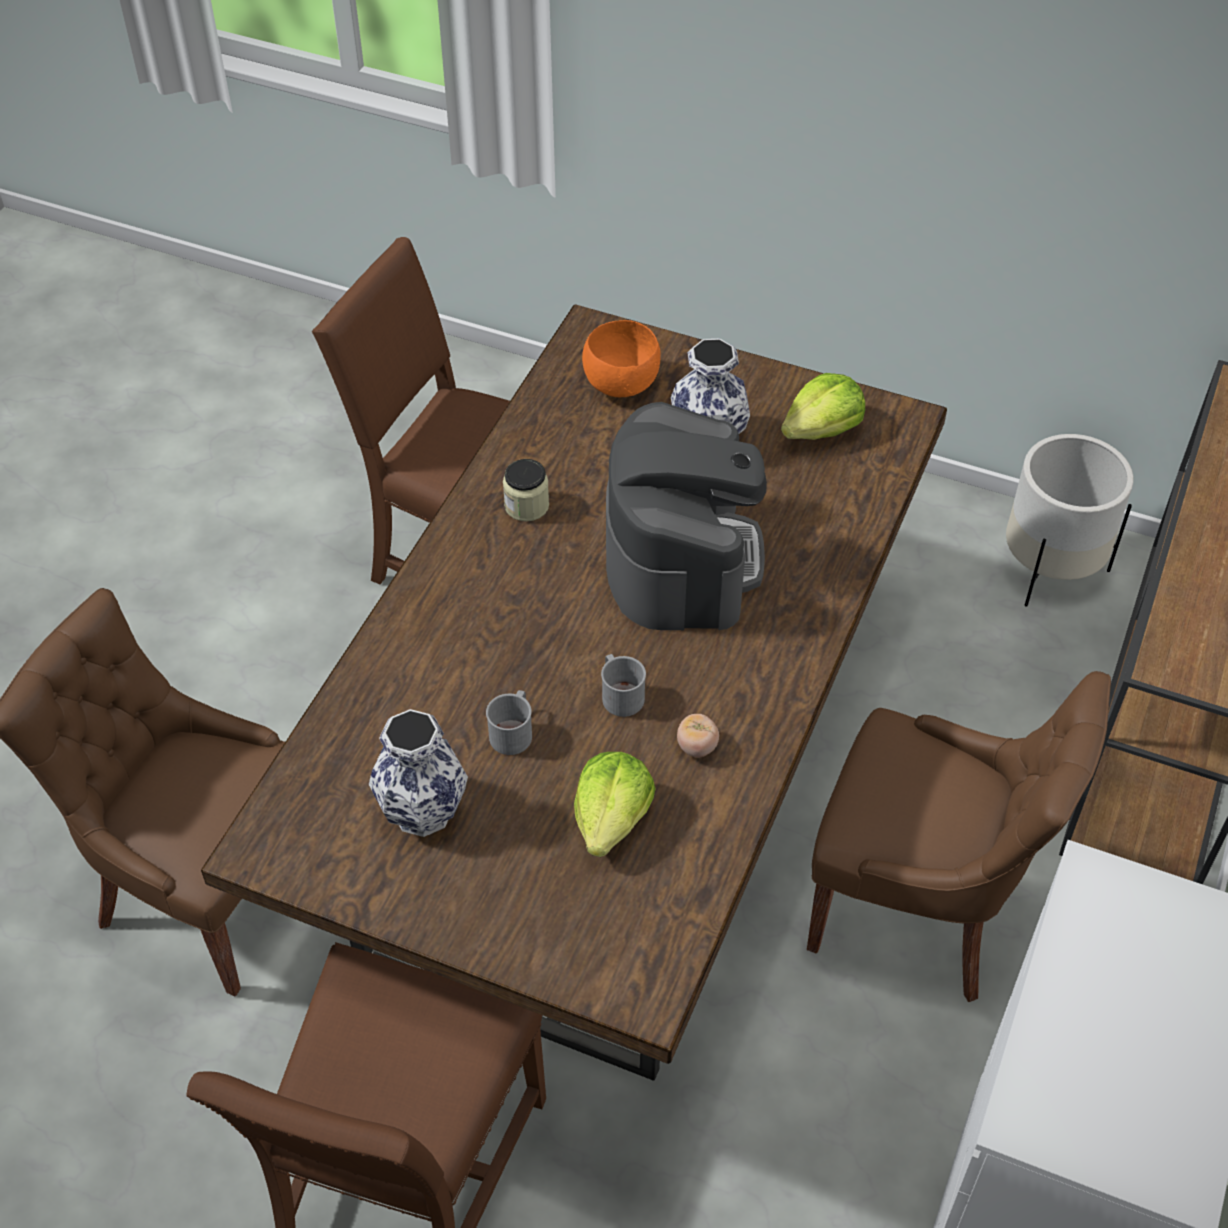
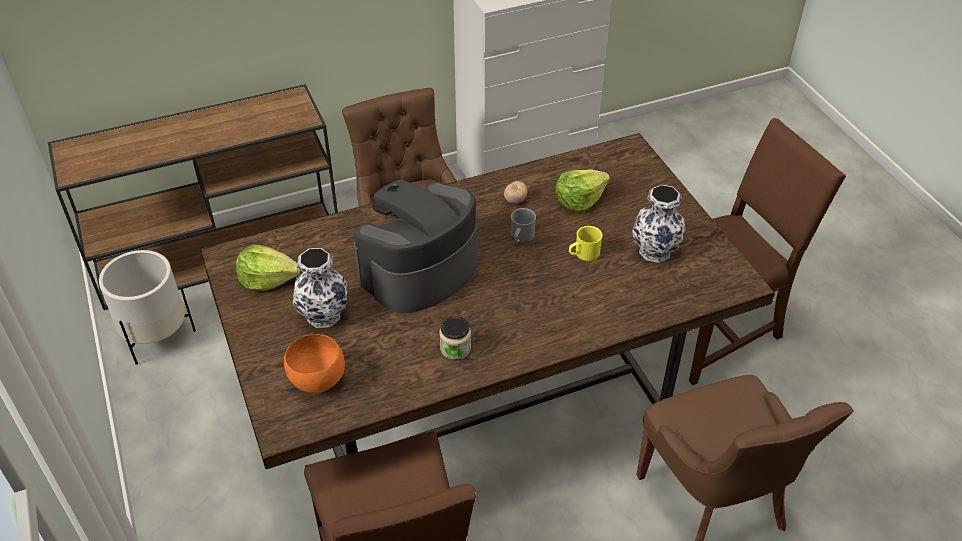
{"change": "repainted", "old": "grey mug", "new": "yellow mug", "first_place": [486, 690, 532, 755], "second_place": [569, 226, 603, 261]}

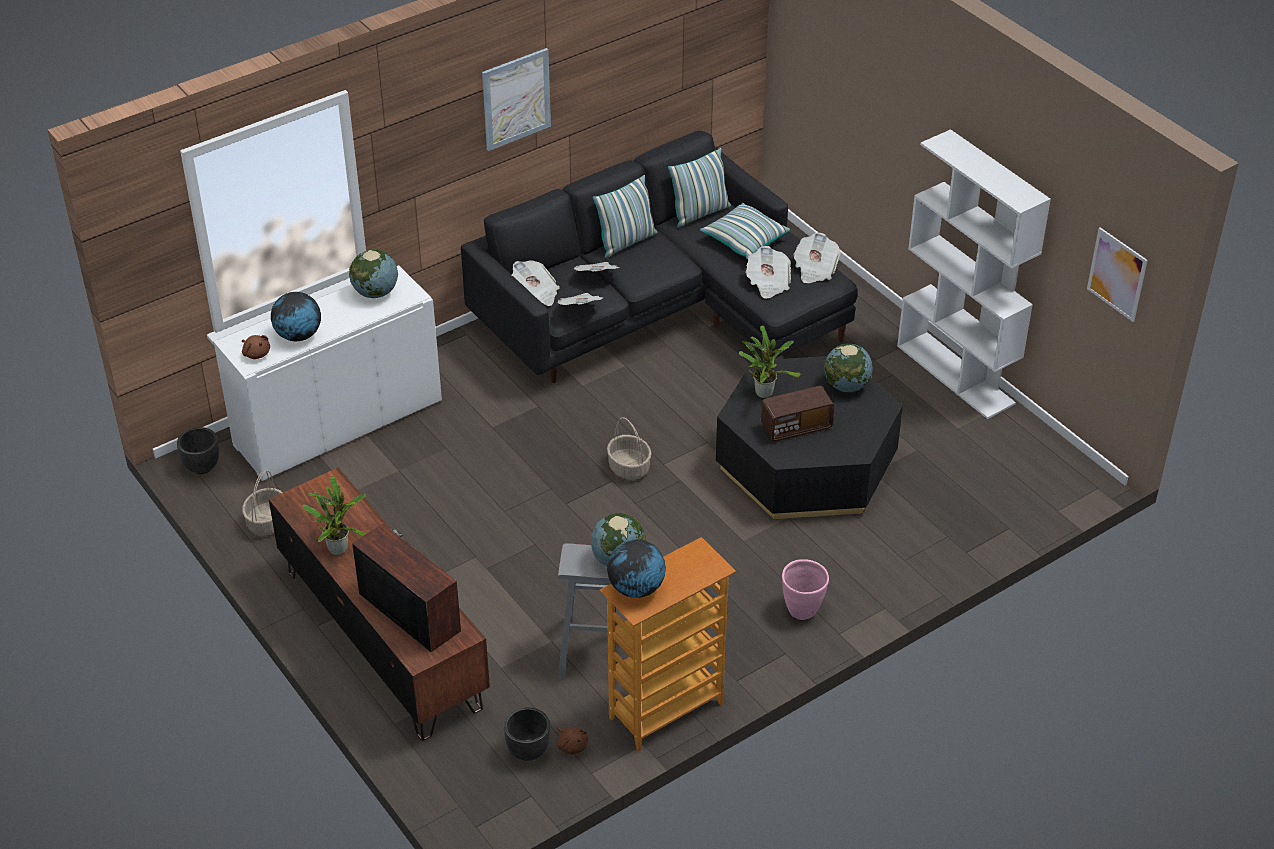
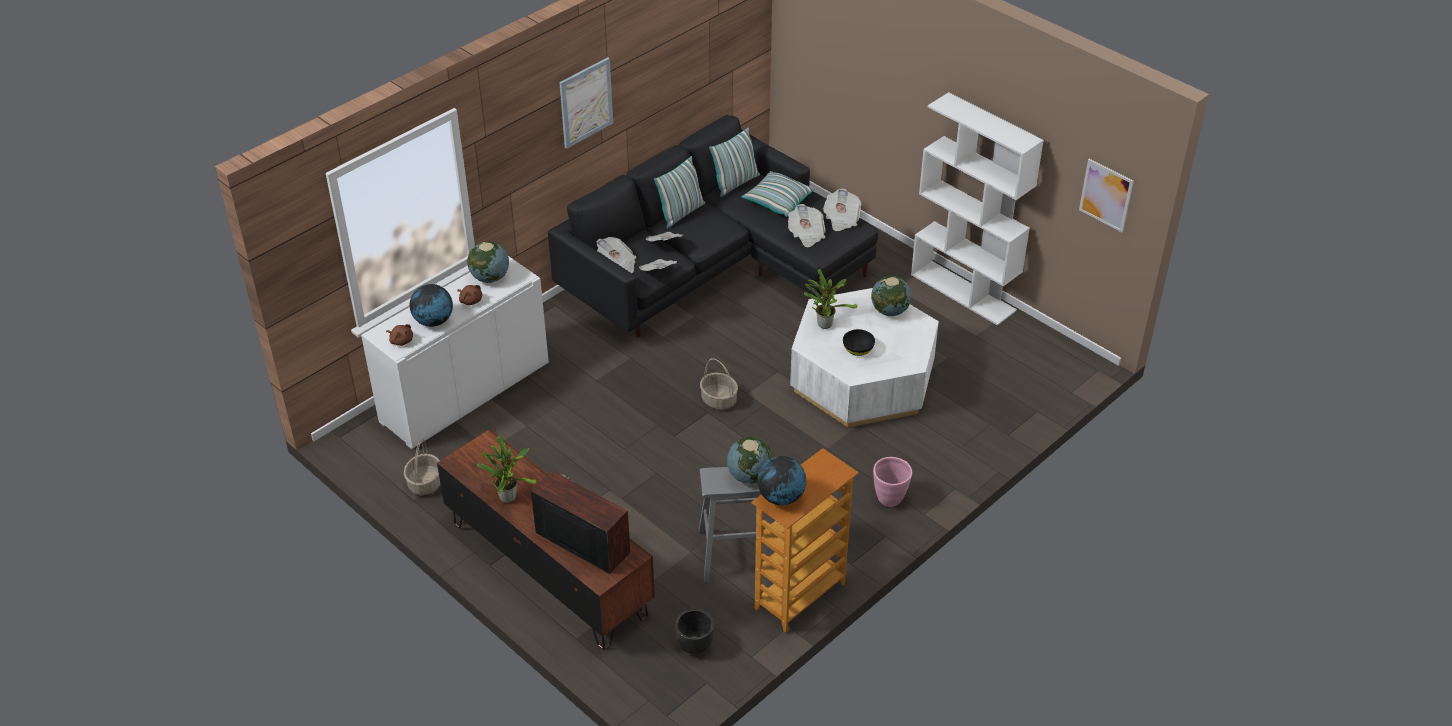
{"change": "repainted", "old": "black coffee table", "new": "white coffee table", "first_place": [716, 356, 903, 519], "second_place": [790, 288, 939, 427]}
{"change": "swapped", "old": "radio", "new": "black bowl", "first_place": [761, 386, 834, 442], "second_place": [843, 329, 875, 356]}
{"change": "gone", "old": "black planter", "first_place": [177, 427, 219, 474]}
{"change": "shifted", "old": "brown plush toy", "first_place": [557, 727, 588, 755], "second_place": [457, 285, 482, 305]}

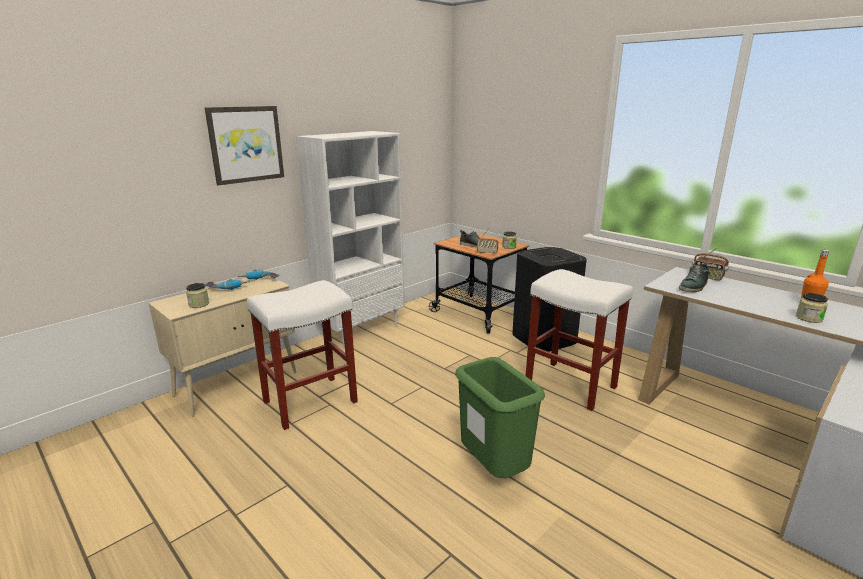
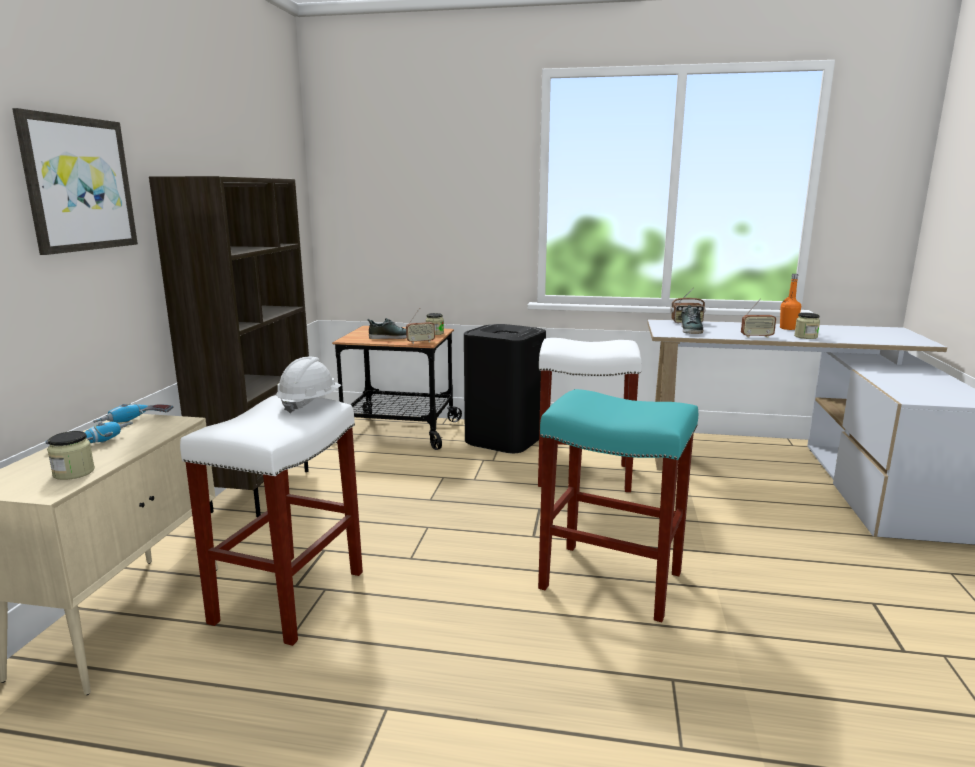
{"change": "repainted", "old": "white bookcase", "new": "brown bookcase", "first_place": [296, 131, 404, 348], "second_place": [149, 176, 309, 517]}
{"change": "swapped", "old": "green trash can", "new": "turquoise stool", "first_place": [455, 357, 545, 478], "second_place": [538, 389, 698, 622]}
{"change": "new", "new": "radio", "second_place": [741, 298, 776, 338]}
{"change": "new", "new": "white hard hat", "second_place": [276, 357, 341, 414]}

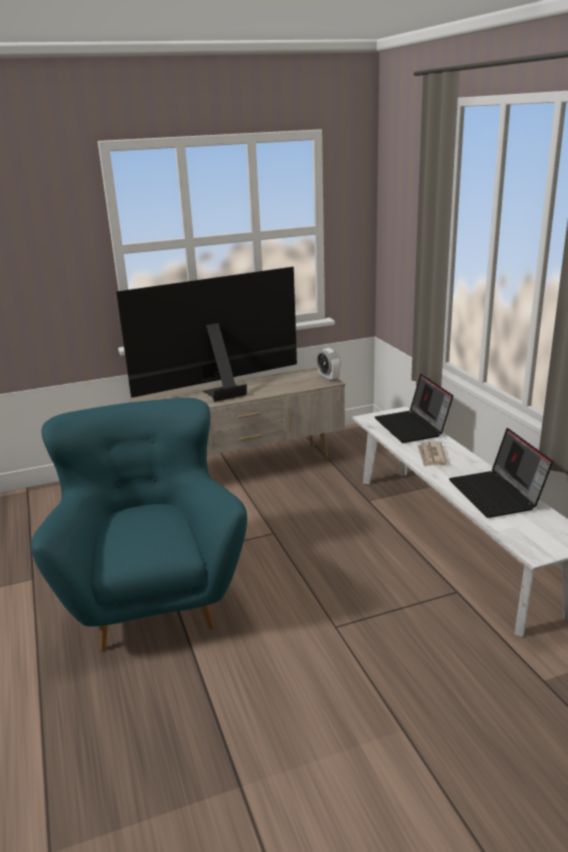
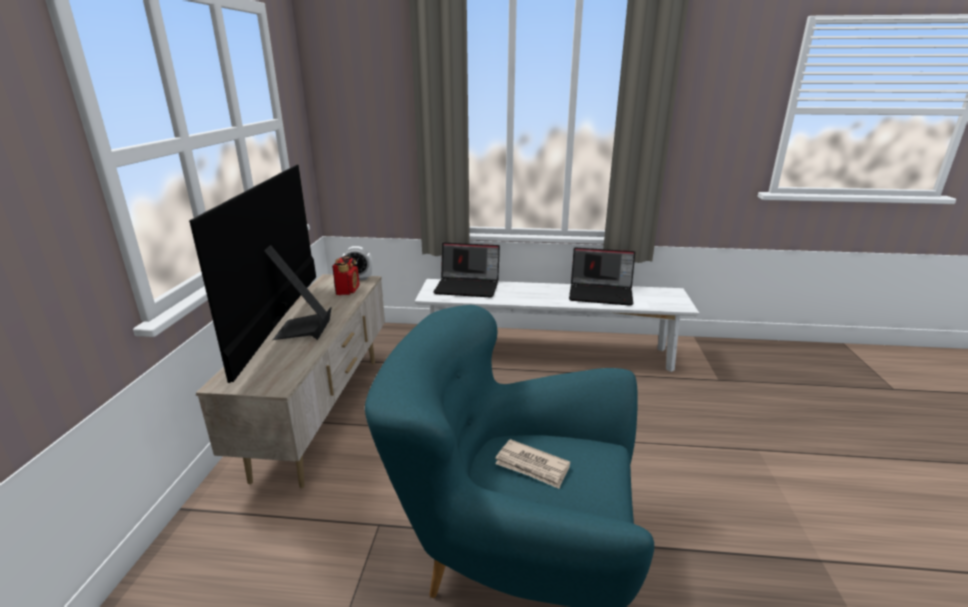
{"change": "shifted", "old": "newspaper", "first_place": [417, 442, 447, 467], "second_place": [495, 439, 570, 489]}
{"change": "new", "new": "radio", "second_place": [332, 256, 359, 295]}

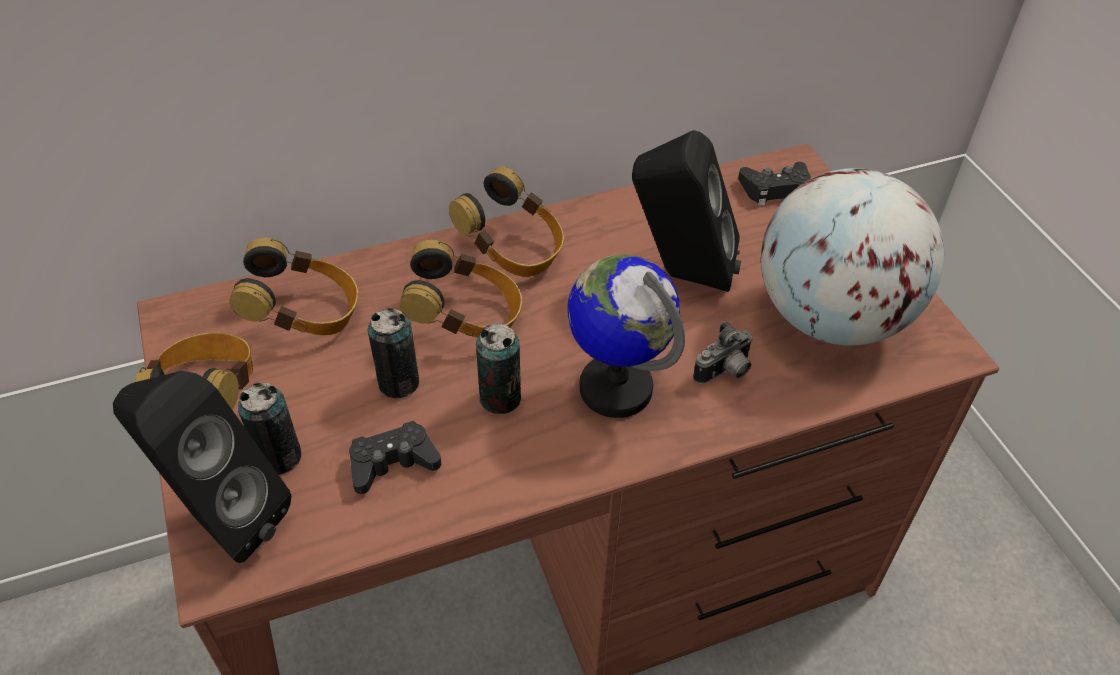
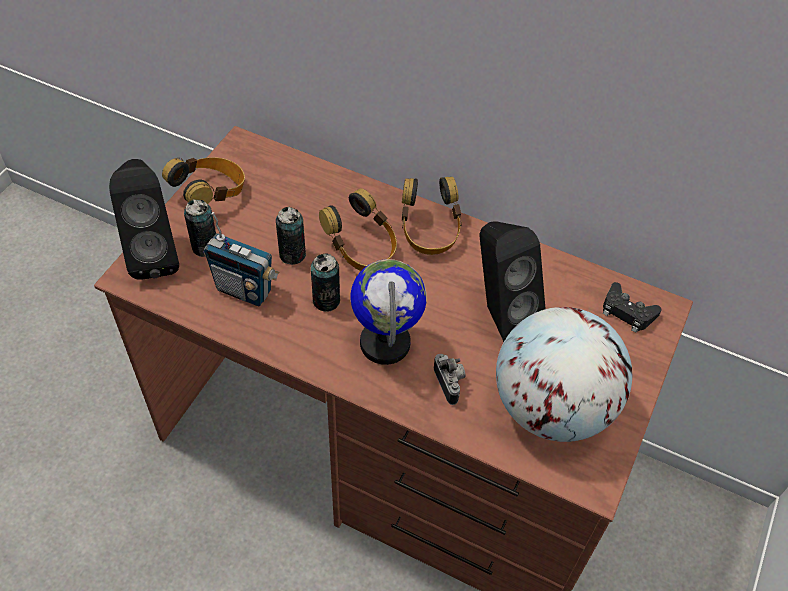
{"change": "gone", "old": "headphones", "first_place": [229, 238, 359, 335]}
{"change": "rotated", "old": "photo camera", "first_place": [693, 321, 753, 384], "second_place": [433, 354, 465, 405], "degrees": -120}
{"change": "swapped", "old": "black game controller", "new": "radio", "first_place": [349, 421, 441, 494], "second_place": [204, 212, 279, 306]}

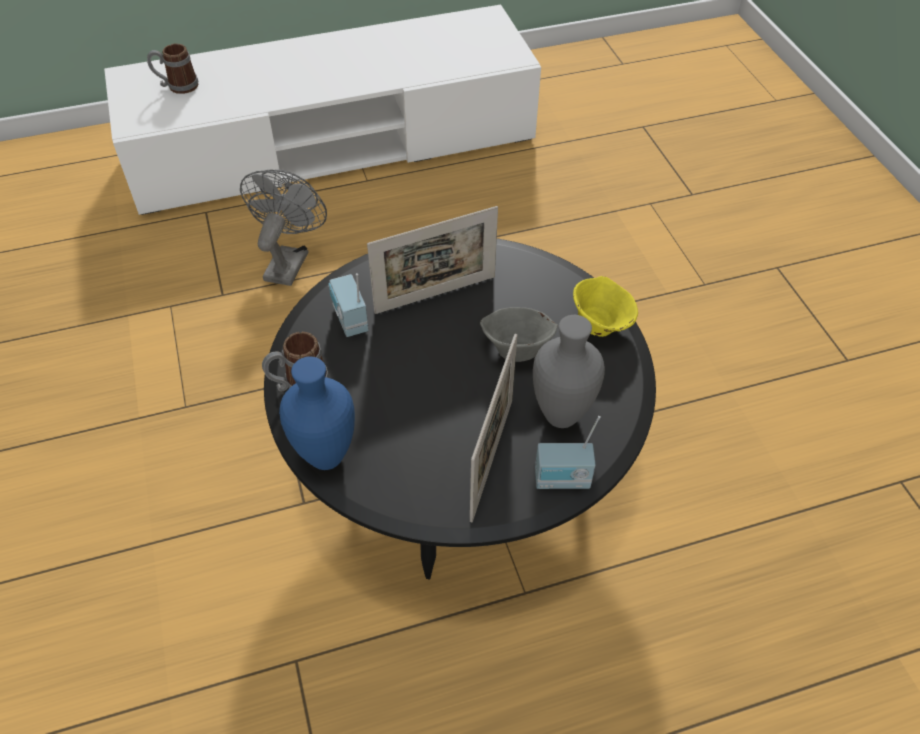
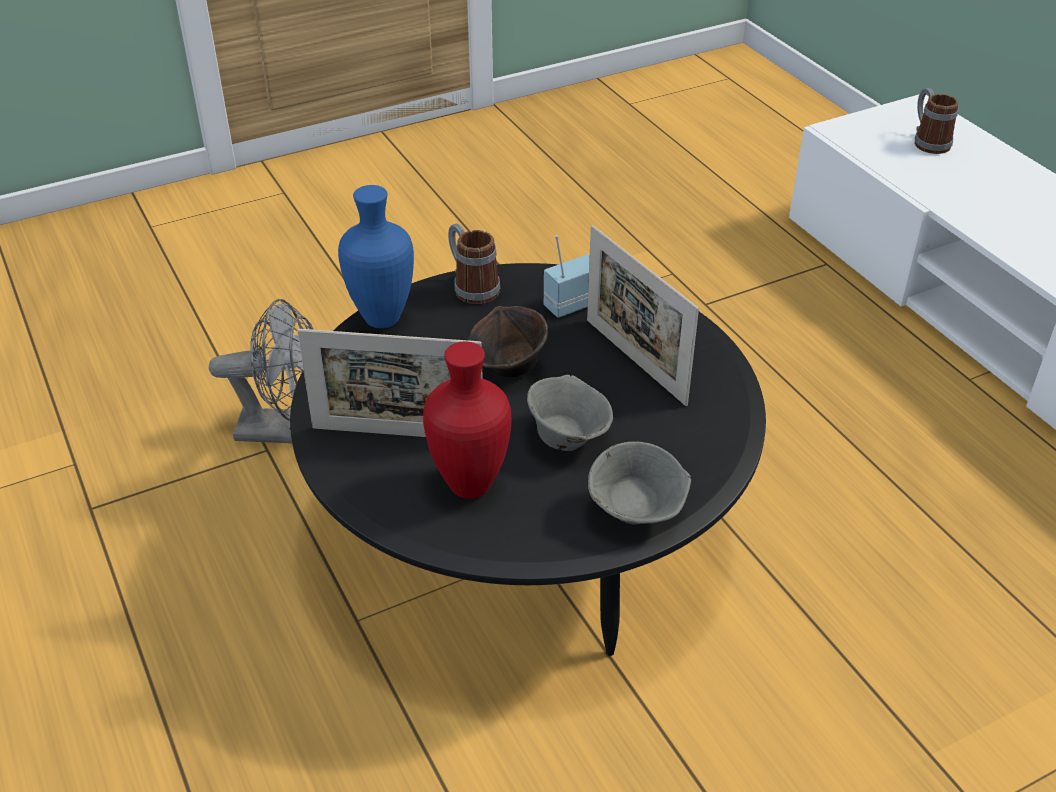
{"change": "shifted", "old": "grey fan", "first_place": [240, 170, 327, 286], "second_place": [209, 299, 314, 444]}
{"change": "repainted", "old": "yellow bowl", "new": "grey bowl", "first_place": [573, 276, 638, 337], "second_place": [588, 442, 691, 524]}
{"change": "repainted", "old": "grey vase", "new": "red vase", "first_place": [533, 315, 605, 428], "second_place": [423, 341, 512, 499]}
{"change": "gone", "old": "radio", "first_place": [535, 416, 601, 489]}
{"change": "new", "new": "brown bowl", "second_place": [467, 306, 548, 378]}

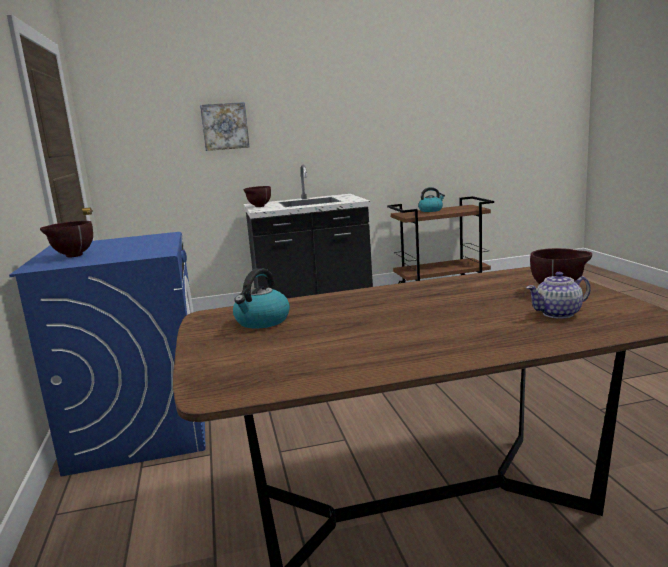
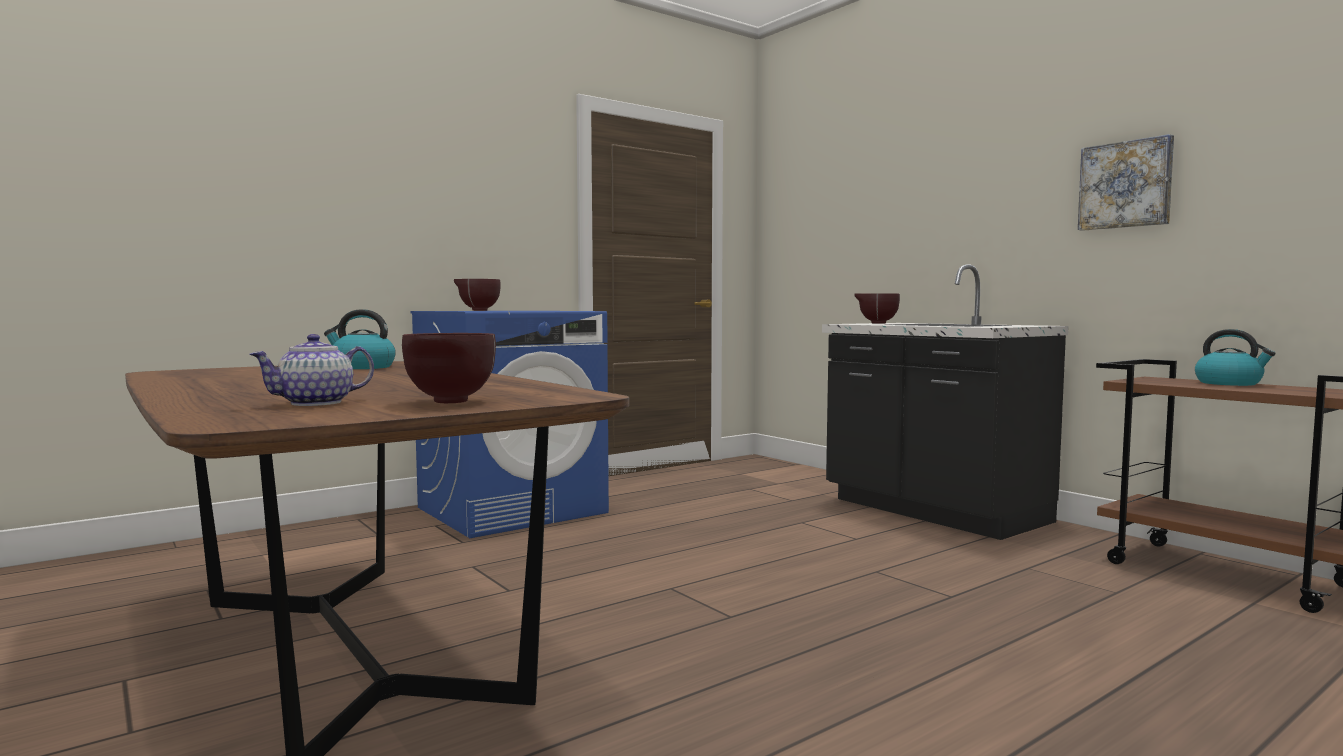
{"change": "shifted", "old": "picture", "first_place": [200, 102, 250, 151], "second_place": [1078, 134, 1174, 231]}
{"change": "rotated", "old": "teapot", "first_place": [526, 272, 591, 319], "second_place": [249, 334, 374, 406], "degrees": -90}

